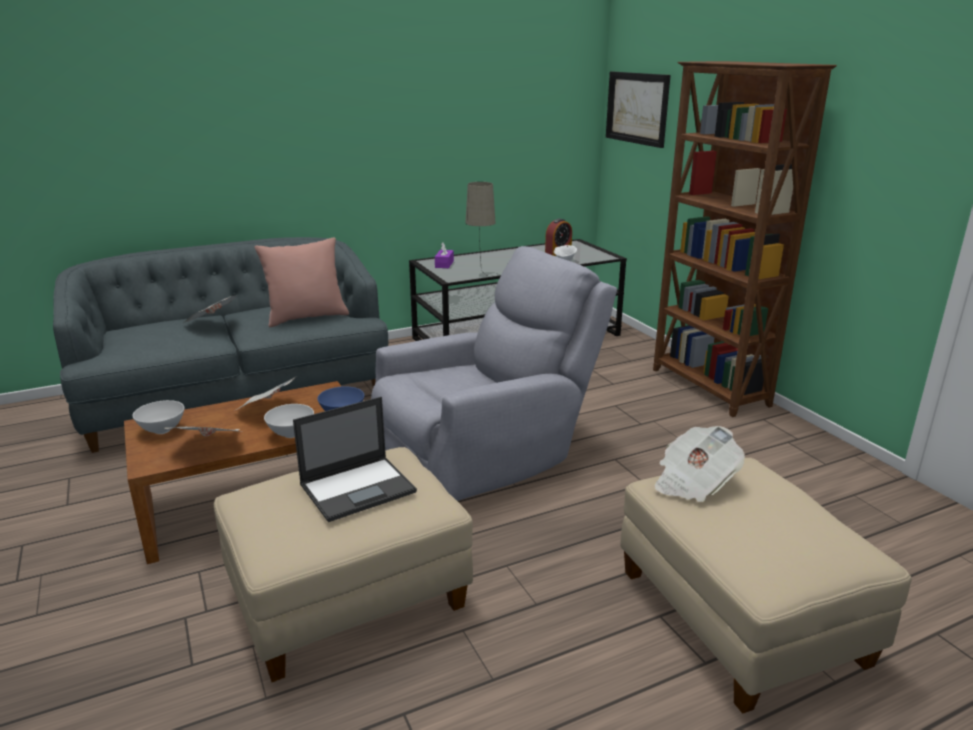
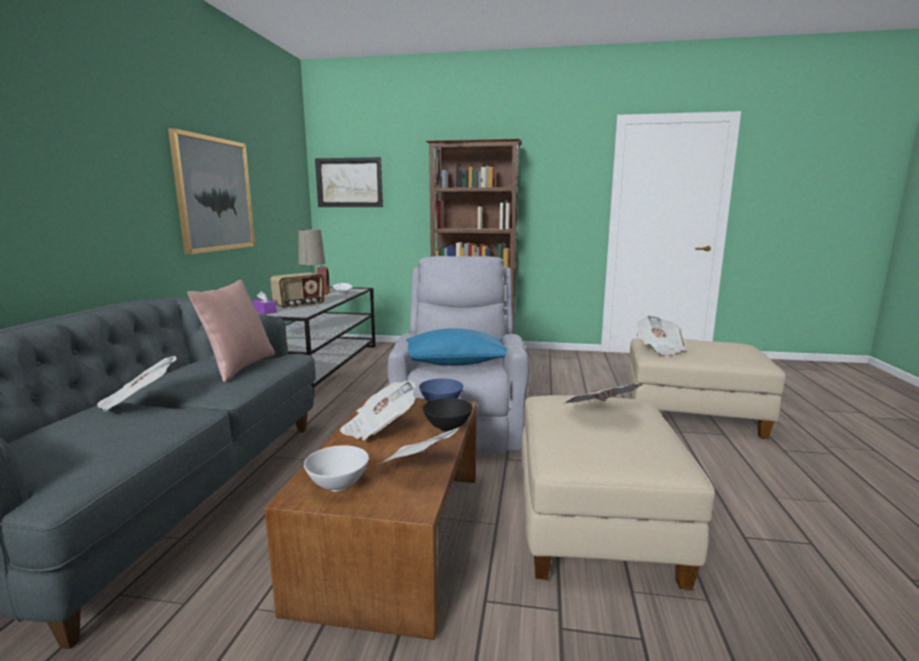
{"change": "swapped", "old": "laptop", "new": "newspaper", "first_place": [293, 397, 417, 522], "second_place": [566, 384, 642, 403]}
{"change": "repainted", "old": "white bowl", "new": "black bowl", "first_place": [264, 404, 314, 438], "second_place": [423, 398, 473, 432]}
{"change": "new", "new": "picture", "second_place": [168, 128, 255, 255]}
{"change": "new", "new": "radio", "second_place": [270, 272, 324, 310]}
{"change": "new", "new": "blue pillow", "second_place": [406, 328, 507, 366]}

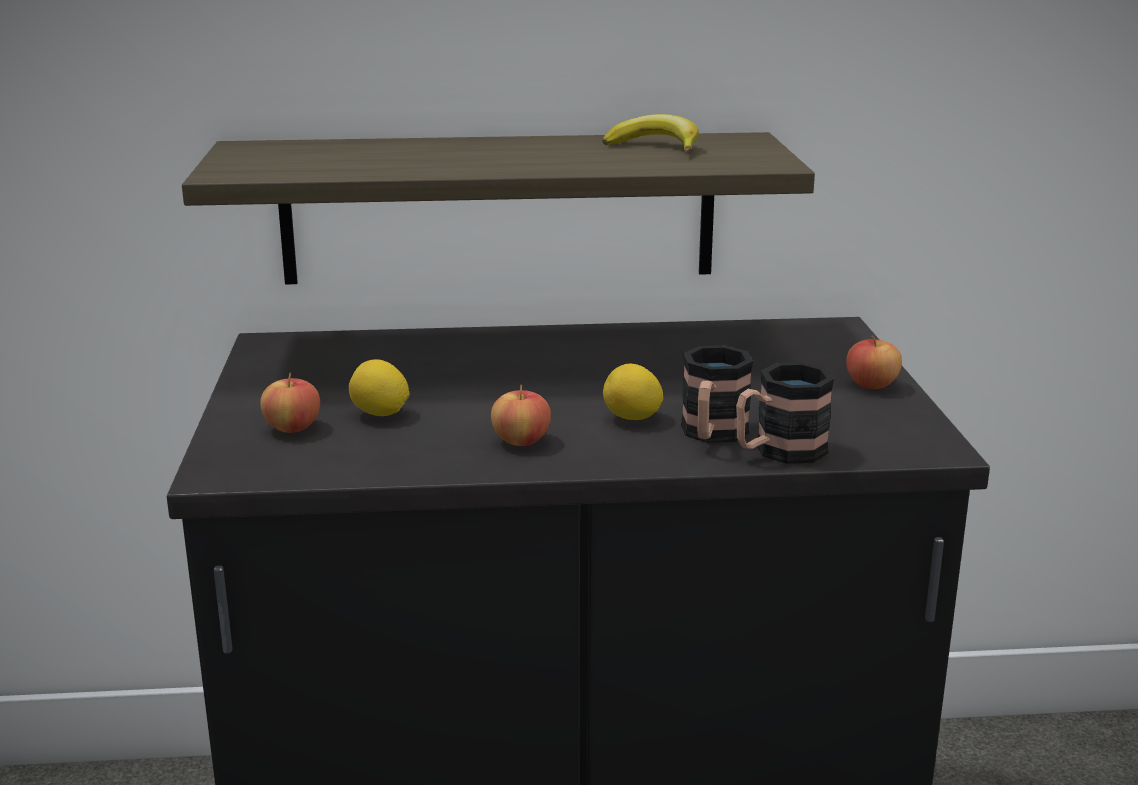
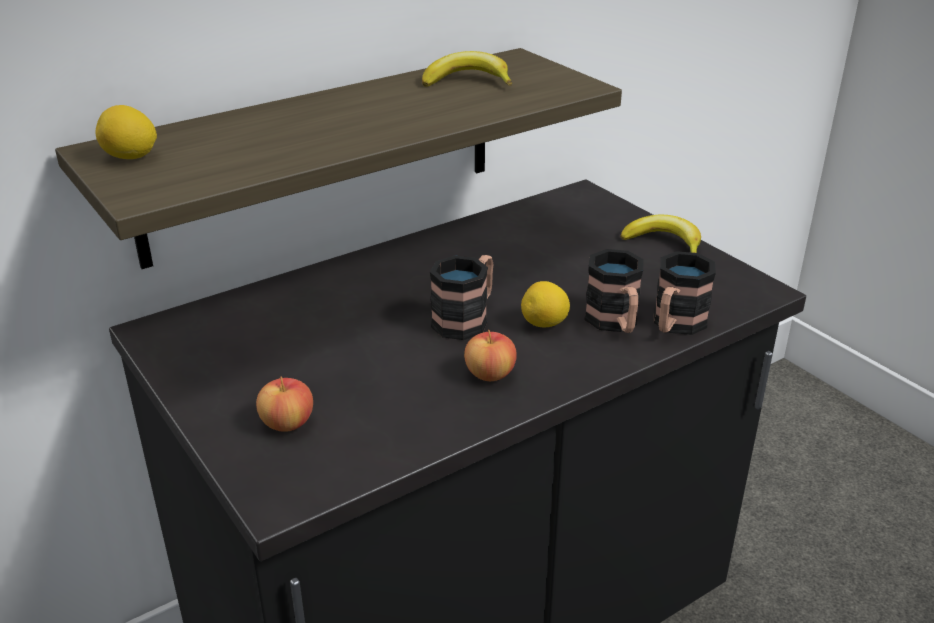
{"change": "swapped", "old": "apple", "new": "banana", "first_place": [846, 336, 902, 389], "second_place": [620, 215, 701, 253]}
{"change": "shifted", "old": "lemon", "first_place": [349, 359, 410, 416], "second_place": [96, 105, 157, 159]}
{"change": "new", "new": "mug", "second_place": [430, 255, 493, 340]}

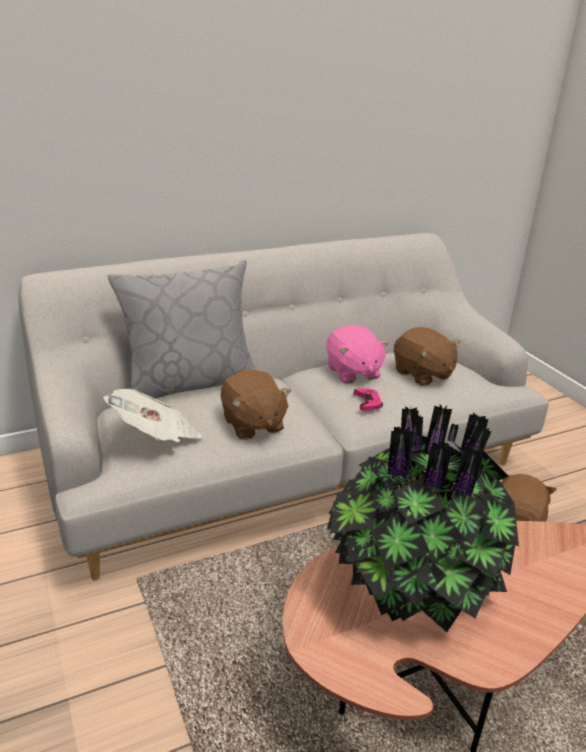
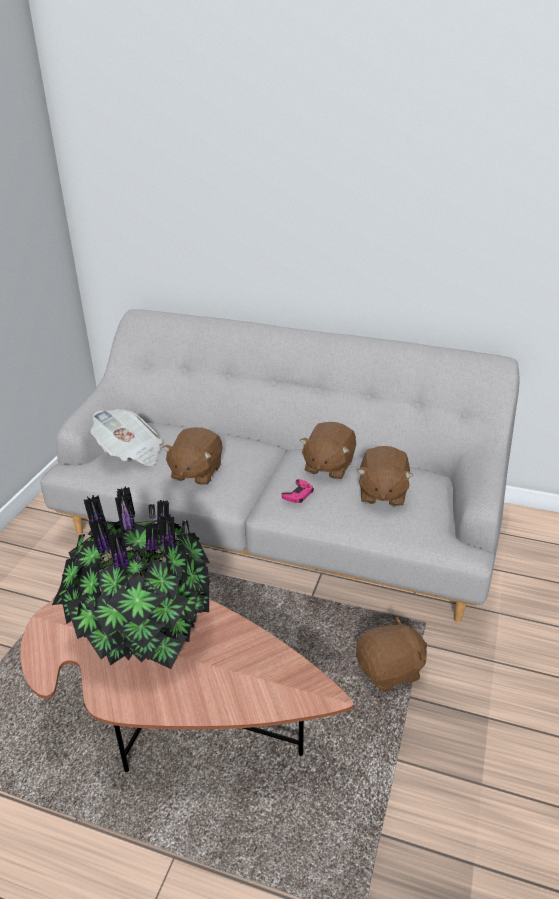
{"change": "gone", "old": "grey pillow", "first_place": [108, 260, 256, 399]}
{"change": "repainted", "old": "pink plush toy", "new": "brown plush toy", "first_place": [326, 325, 389, 384], "second_place": [300, 422, 356, 479]}

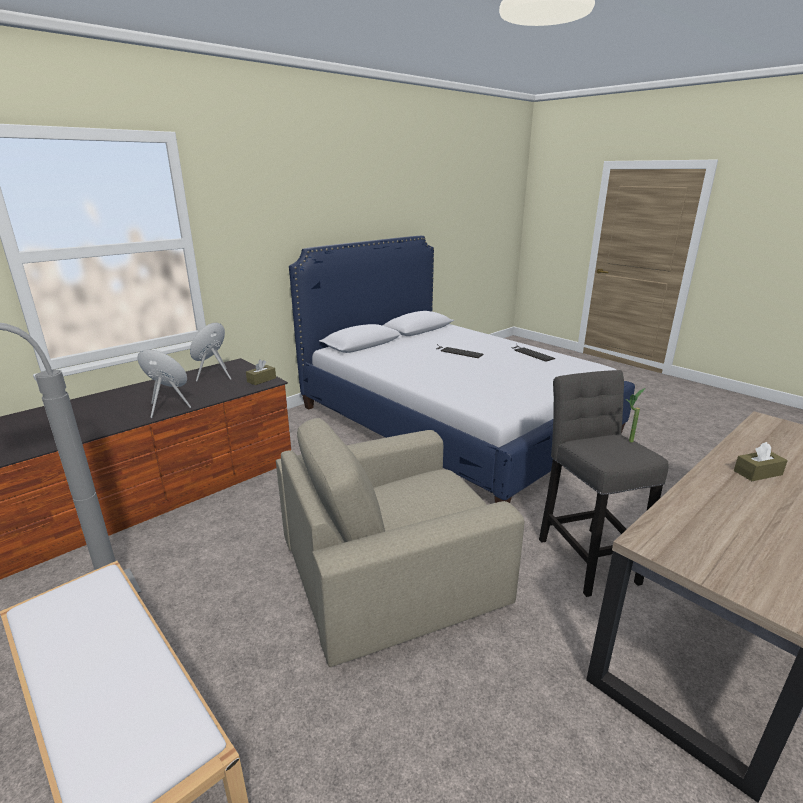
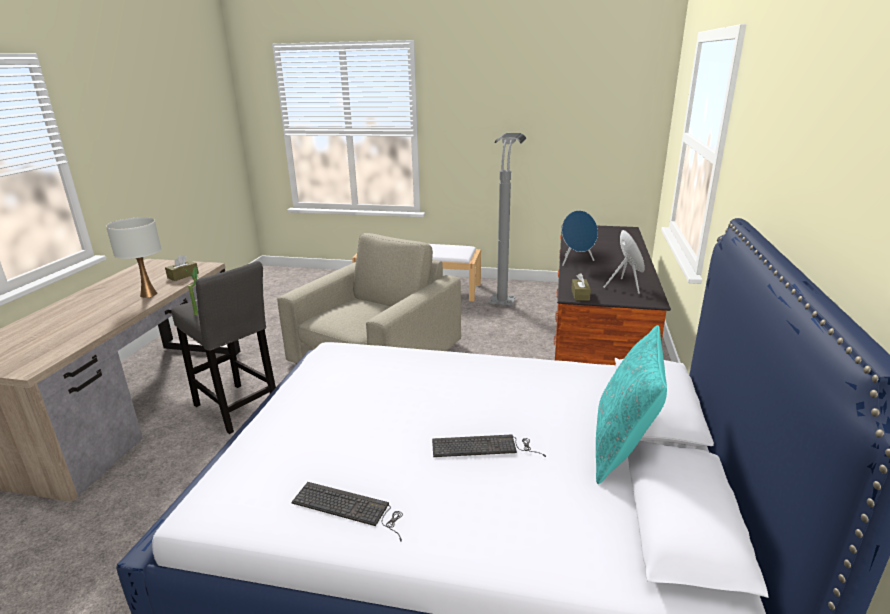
{"change": "shifted", "old": "brown tissue box", "first_place": [734, 442, 788, 481], "second_place": [165, 255, 199, 281]}
{"change": "new", "new": "white table lamp", "second_place": [106, 217, 161, 298]}
{"change": "new", "new": "turquoise pillow", "second_place": [596, 325, 667, 484]}

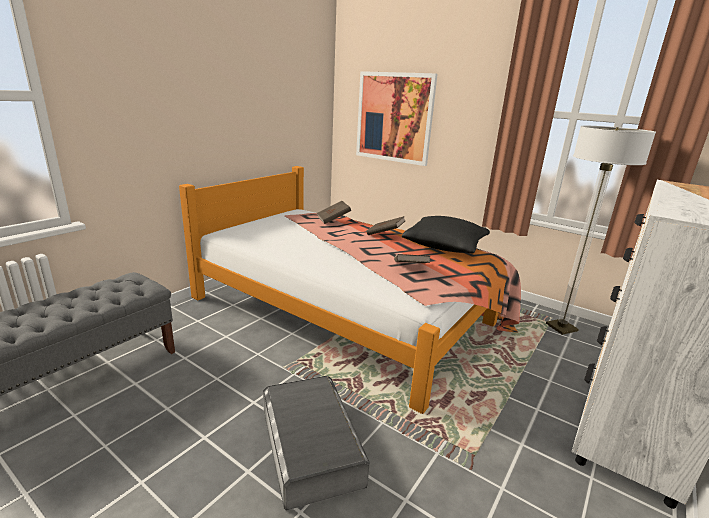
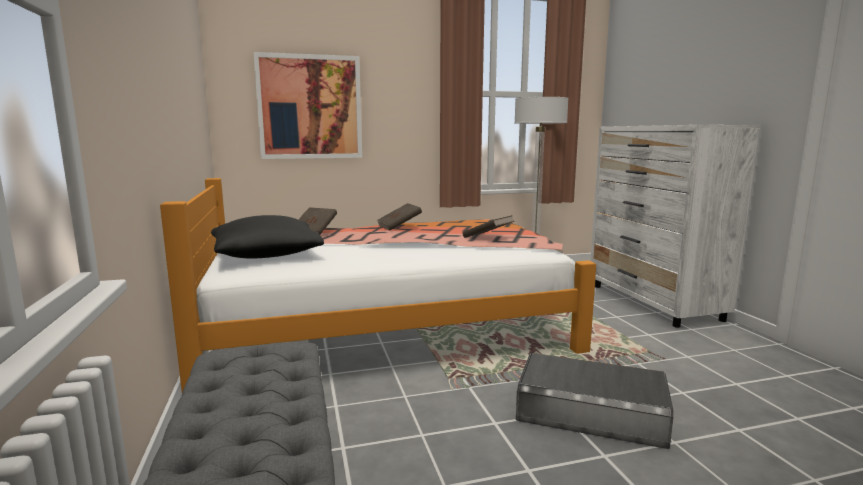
{"change": "shifted", "old": "black pillow", "first_place": [402, 216, 490, 254], "second_place": [211, 215, 324, 258]}

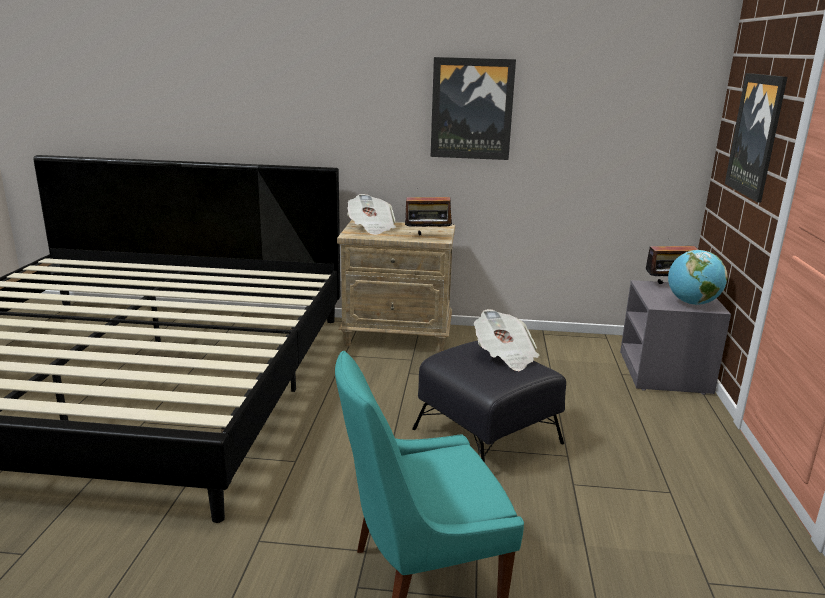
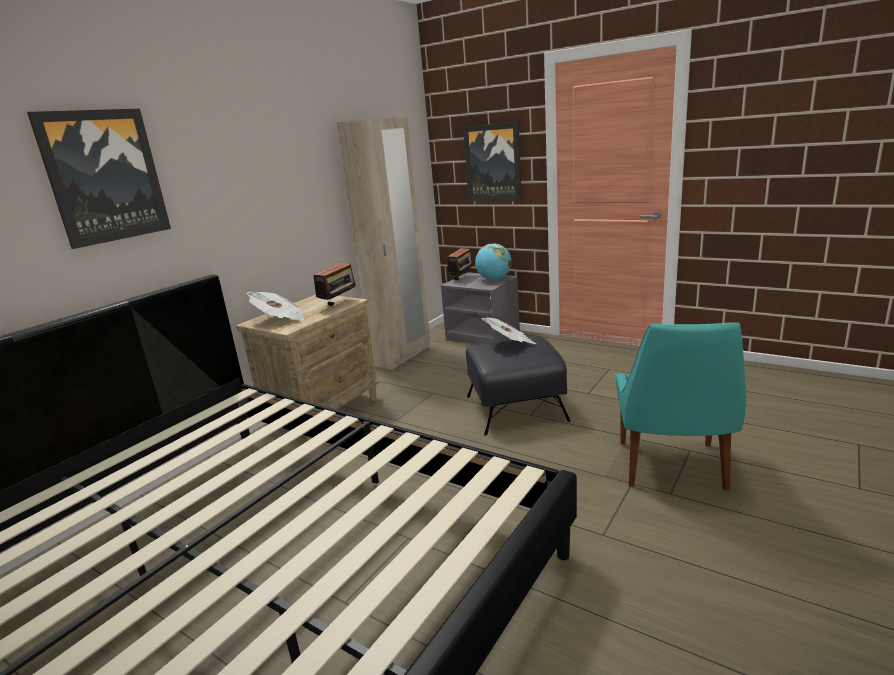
{"change": "shifted", "old": "picture", "first_place": [431, 57, 516, 160], "second_place": [27, 108, 171, 249]}
{"change": "new", "new": "beige wardrobe", "second_place": [337, 117, 430, 370]}

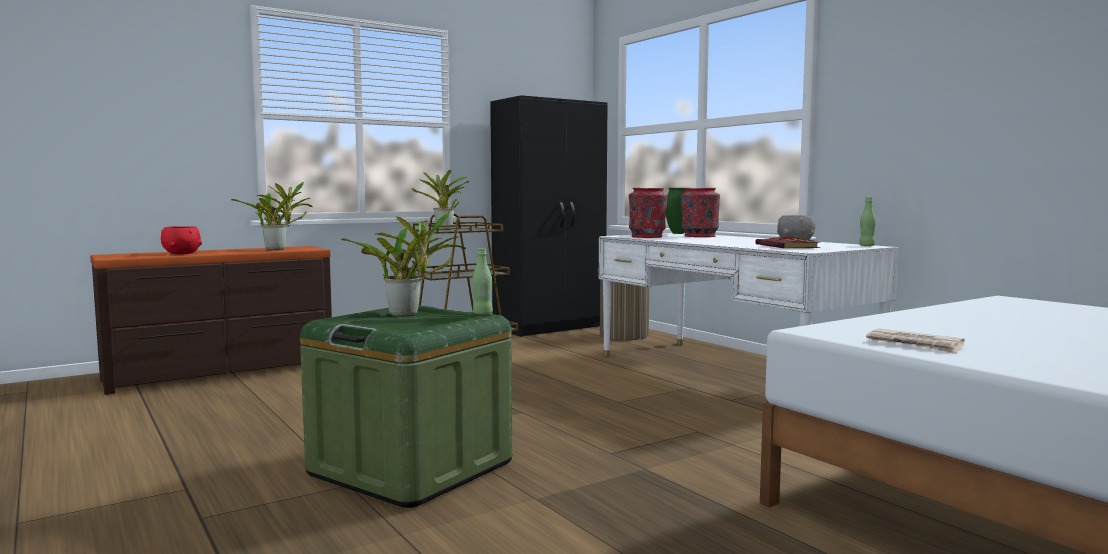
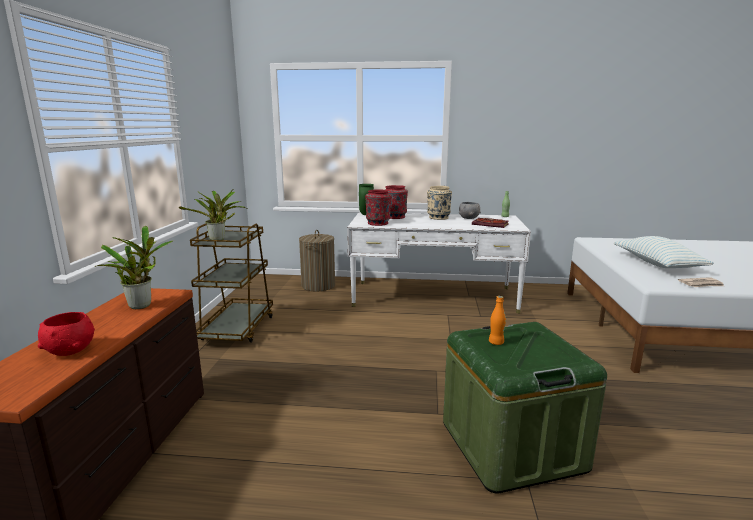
{"change": "gone", "old": "black wardrobe", "first_place": [490, 95, 608, 337]}
{"change": "swapped", "old": "potted plant", "new": "orange bottle", "first_place": [341, 211, 466, 317], "second_place": [489, 296, 506, 345]}
{"change": "gone", "old": "green bottle", "first_place": [472, 248, 493, 315]}
{"change": "new", "new": "beige vase", "second_place": [427, 186, 452, 220]}
{"change": "new", "new": "pillow", "second_place": [614, 236, 714, 268]}

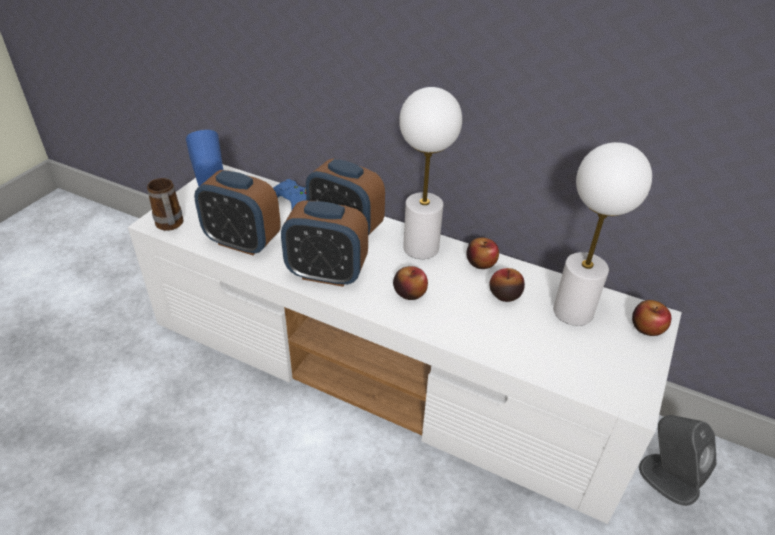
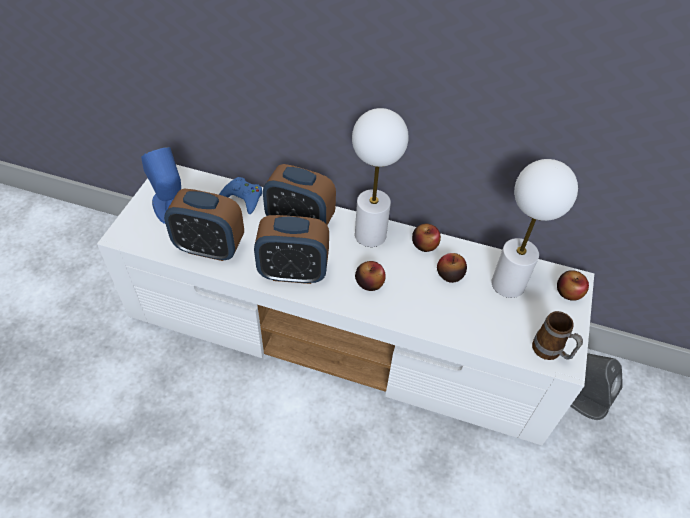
{"change": "shifted", "old": "mug", "first_place": [147, 178, 184, 231], "second_place": [532, 311, 583, 360]}

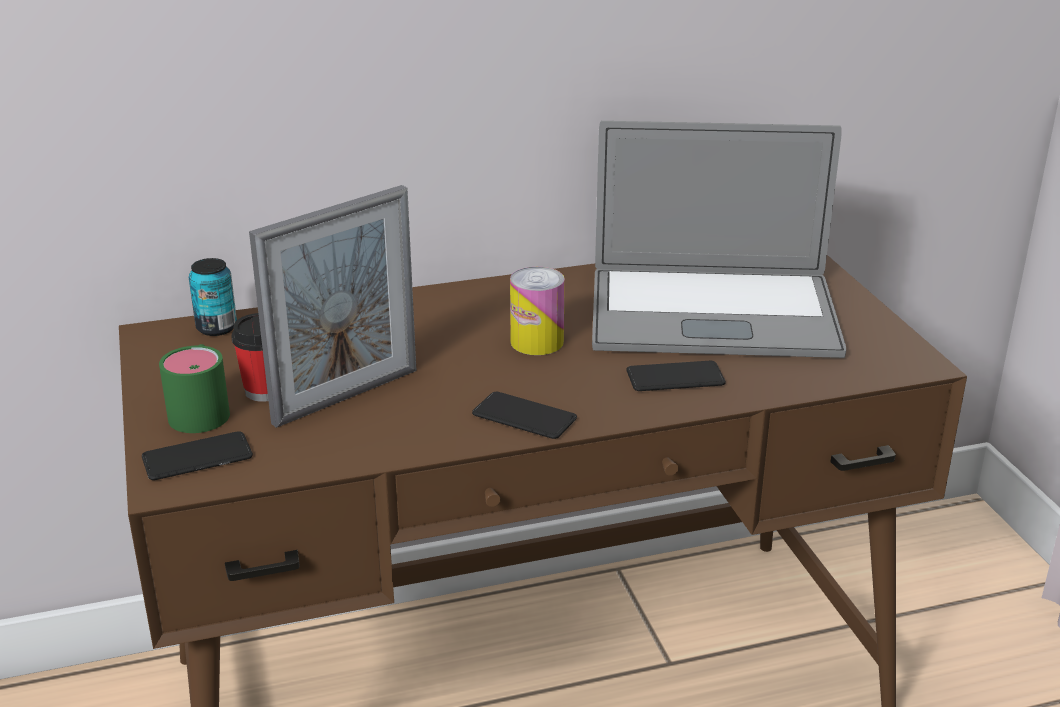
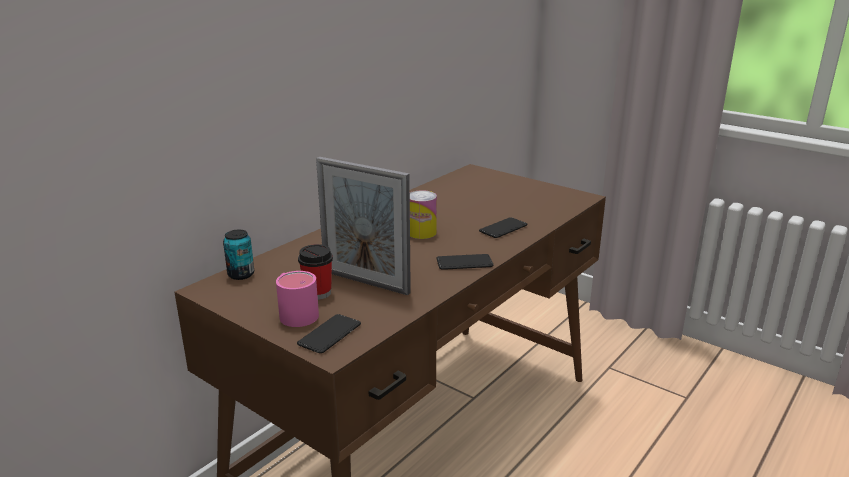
{"change": "gone", "old": "laptop", "first_place": [592, 121, 846, 358]}
{"change": "rotated", "old": "picture frame", "first_place": [249, 185, 416, 428], "second_place": [316, 157, 411, 295], "degrees": 105}
{"change": "repainted", "old": "green mug", "new": "pink mug", "first_place": [159, 344, 230, 433], "second_place": [276, 271, 319, 327]}

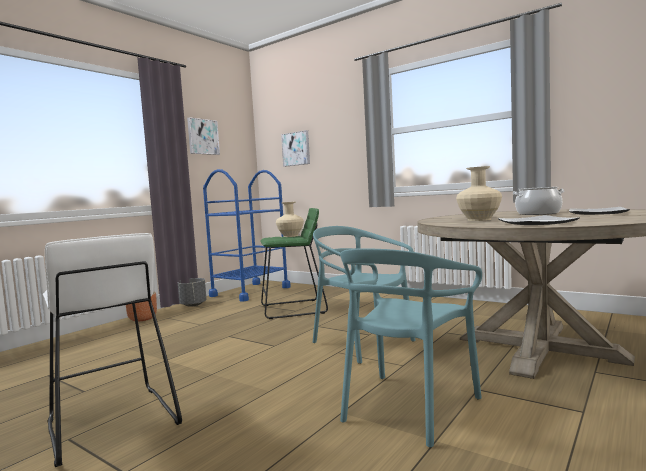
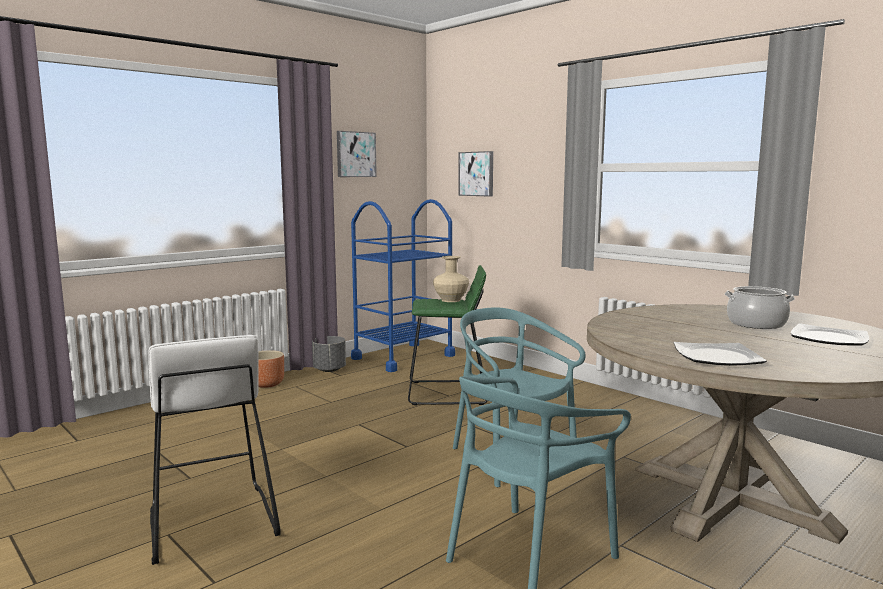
{"change": "gone", "old": "beige vase", "first_place": [456, 166, 502, 221]}

